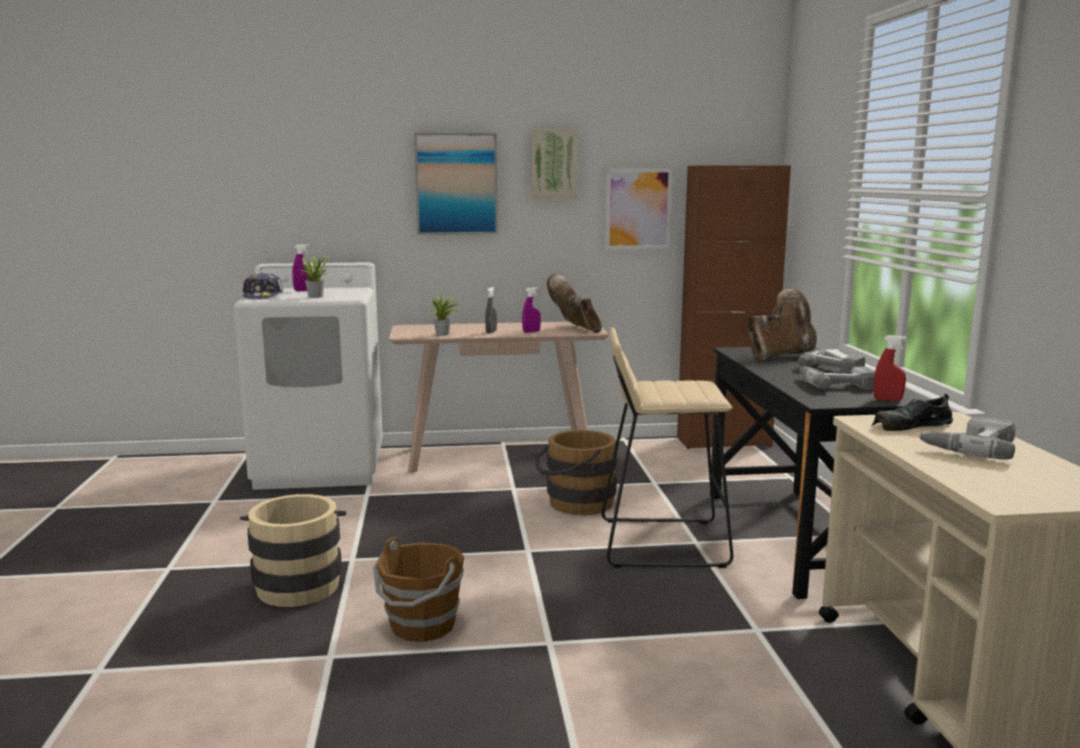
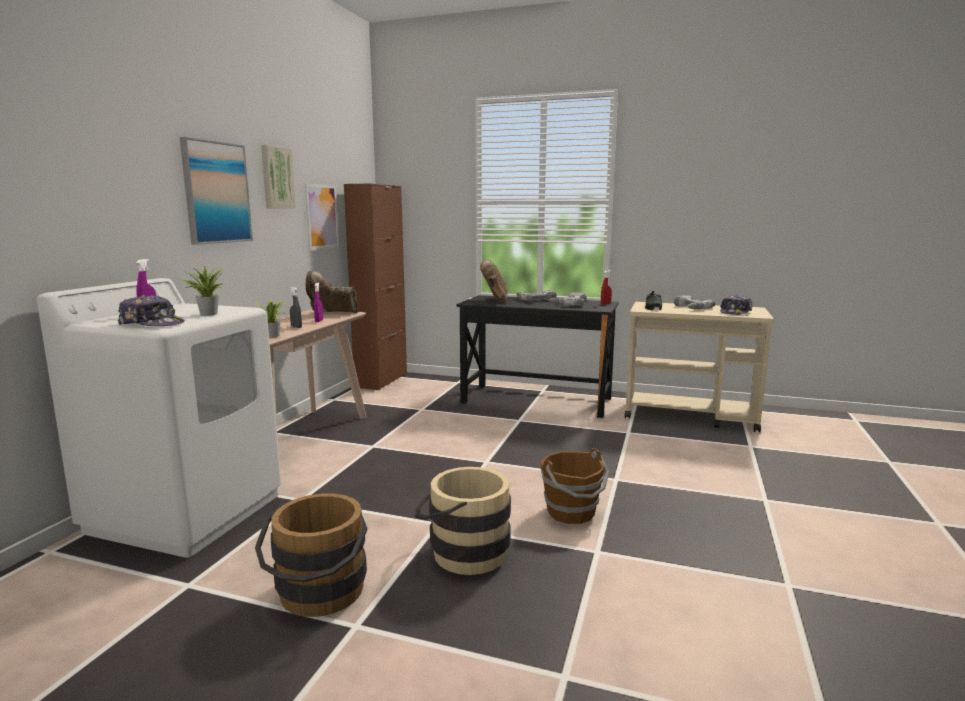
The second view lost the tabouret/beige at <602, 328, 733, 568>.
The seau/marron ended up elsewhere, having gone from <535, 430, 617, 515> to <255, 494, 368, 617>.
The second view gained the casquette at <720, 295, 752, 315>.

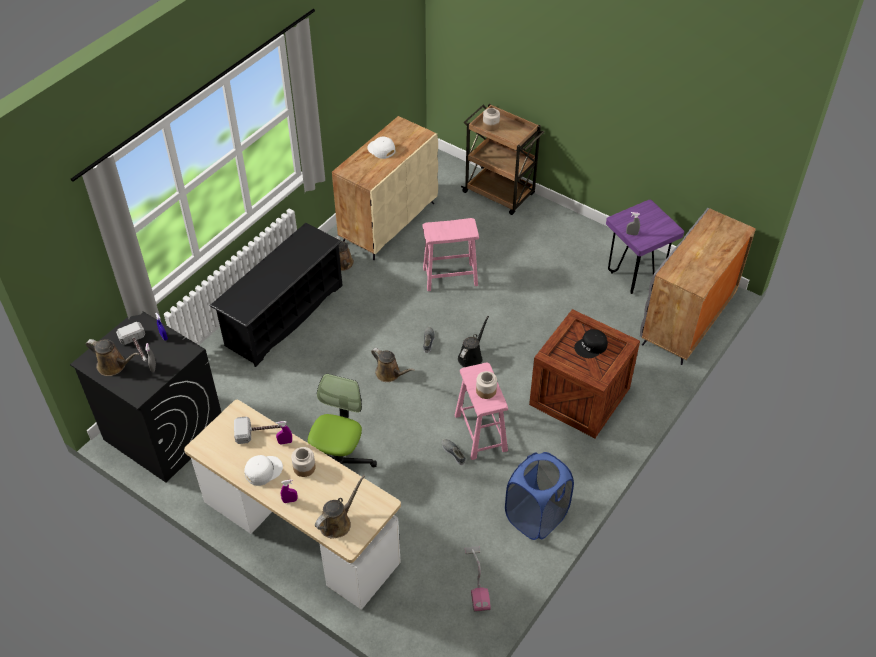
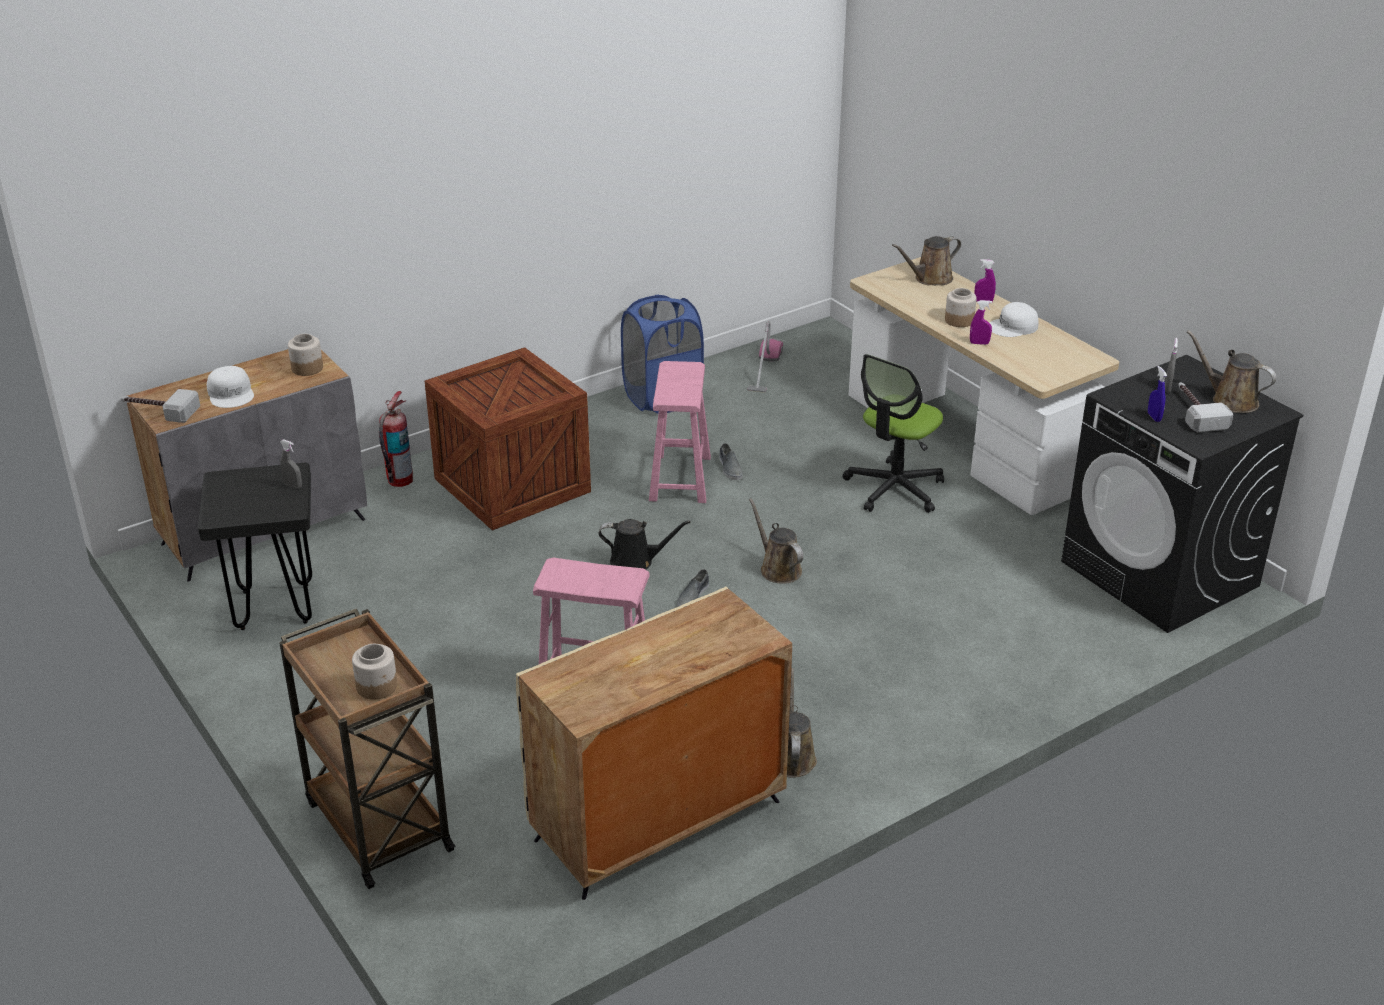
The casquette/blanc ended up elsewhere, having gone from <367, 136, 395, 159> to <207, 366, 254, 408>.
What was the tabouret/violet at <606, 200, 684, 294> turned into the tabouret/noir at <198, 463, 312, 630>.
The second view lost the étagère à chaussures/noir at <210, 223, 343, 367>.
The arrosoir/noir at <458, 316, 489, 367> ended up facing another way, 135 degrees counterclockwise from before.
The second view lost the casquette/noir at <574, 329, 608, 358>.
The bocal ended up elsewhere, having gone from <476, 371, 497, 399> to <288, 334, 323, 376>.
The marteau ended up elsewhere, having gone from <234, 417, 286, 444> to <121, 389, 200, 423>.
The second view gained the extincteur at <379, 391, 413, 487>.

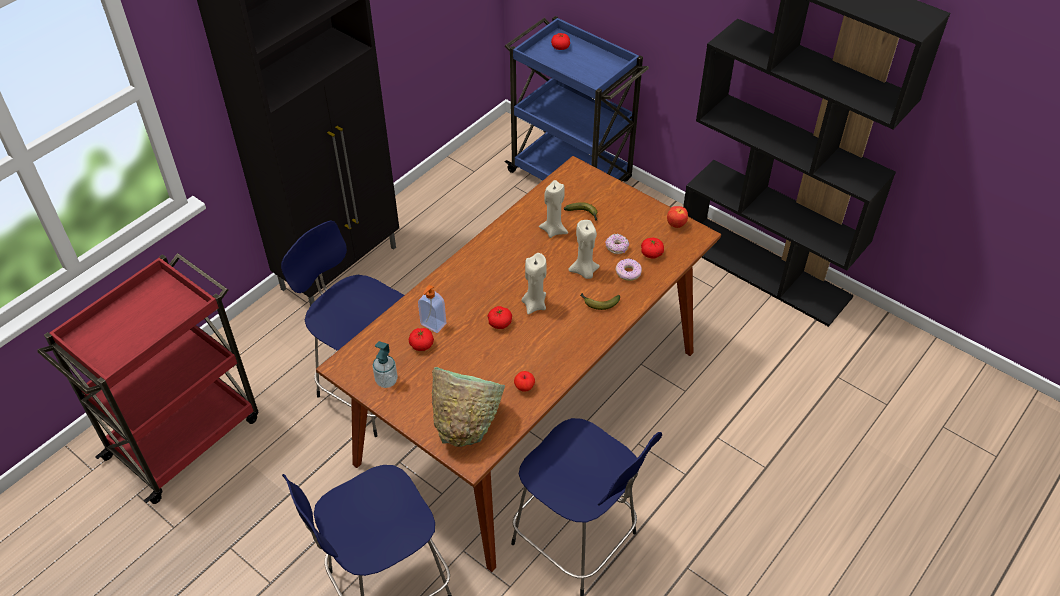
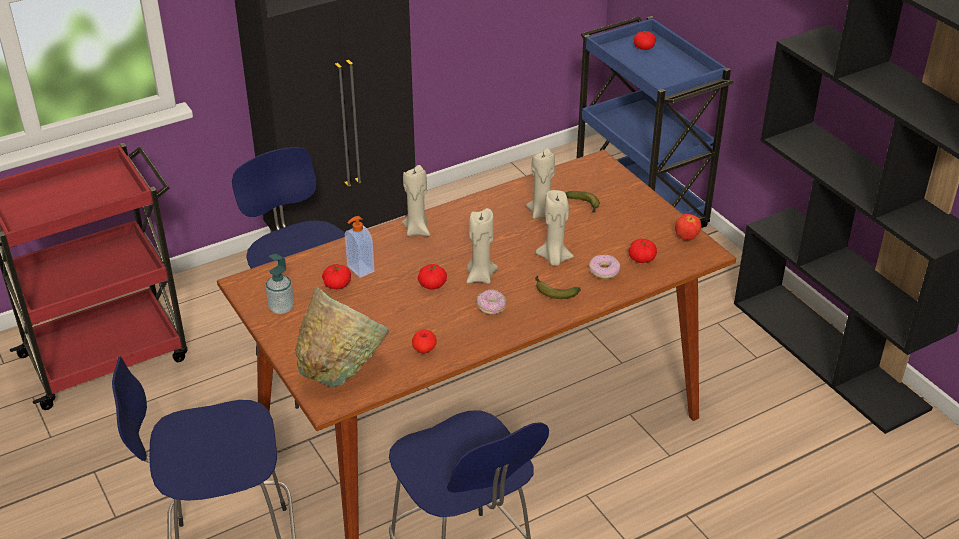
The beignet ended up elsewhere, having gone from <605, 234, 629, 254> to <476, 289, 506, 315>.
The second view gained the bougie/beige at <402, 165, 430, 236>.

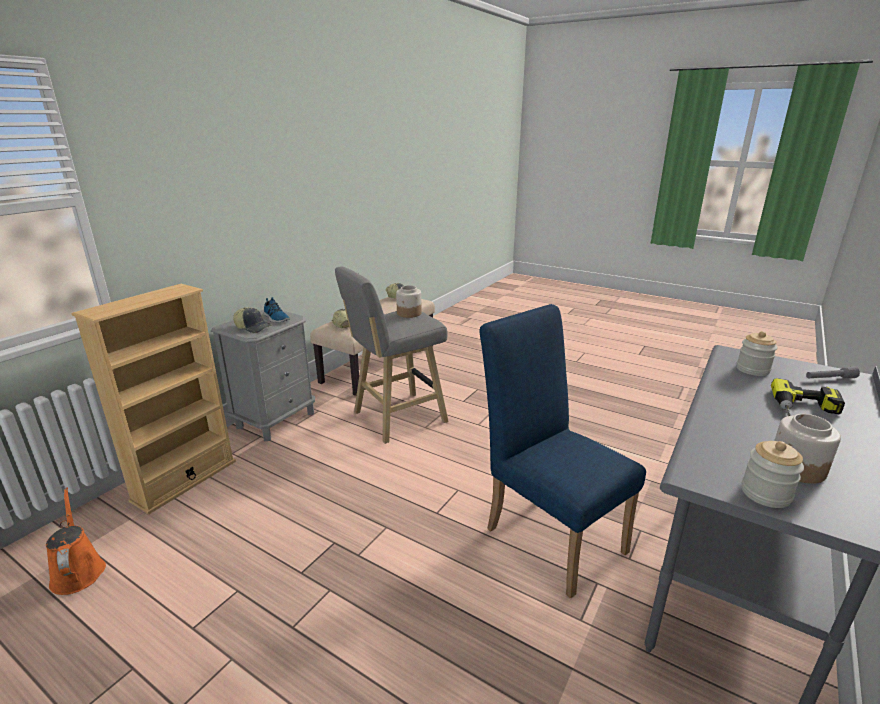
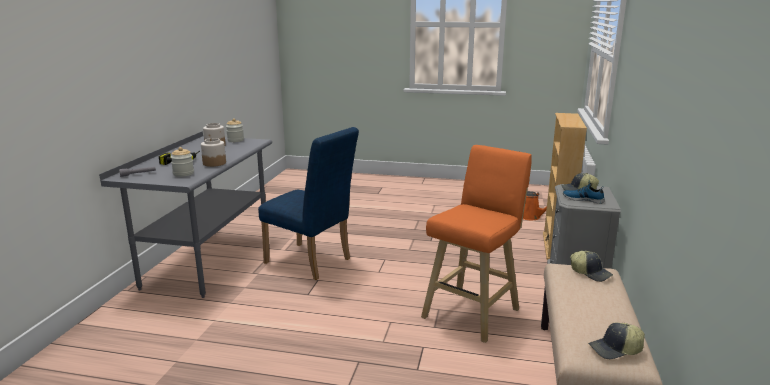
What was the tabouret/gris at <335, 267, 449, 444> turned into the tabouret/orange at <421, 145, 532, 343>.
The bocal ended up elsewhere, having gone from <396, 286, 422, 318> to <201, 138, 226, 167>.

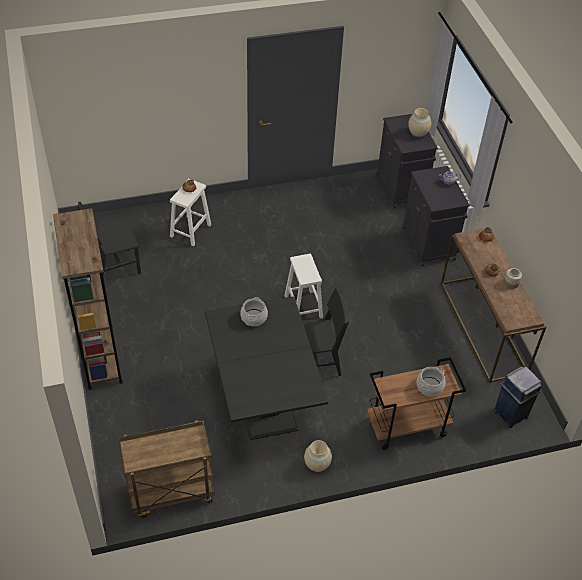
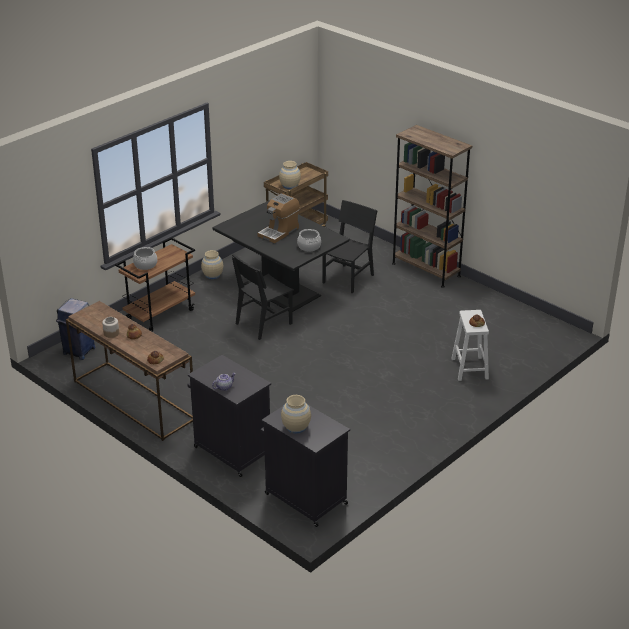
The chaise/noir ended up elsewhere, having gone from <77, 202, 141, 276> to <322, 200, 377, 293>.
The second view lost the tabouret/blanc at <284, 254, 323, 318>.
The second view gained the vase/beige at <279, 161, 301, 189>.
The second view gained the machine à café at <258, 194, 300, 243>.

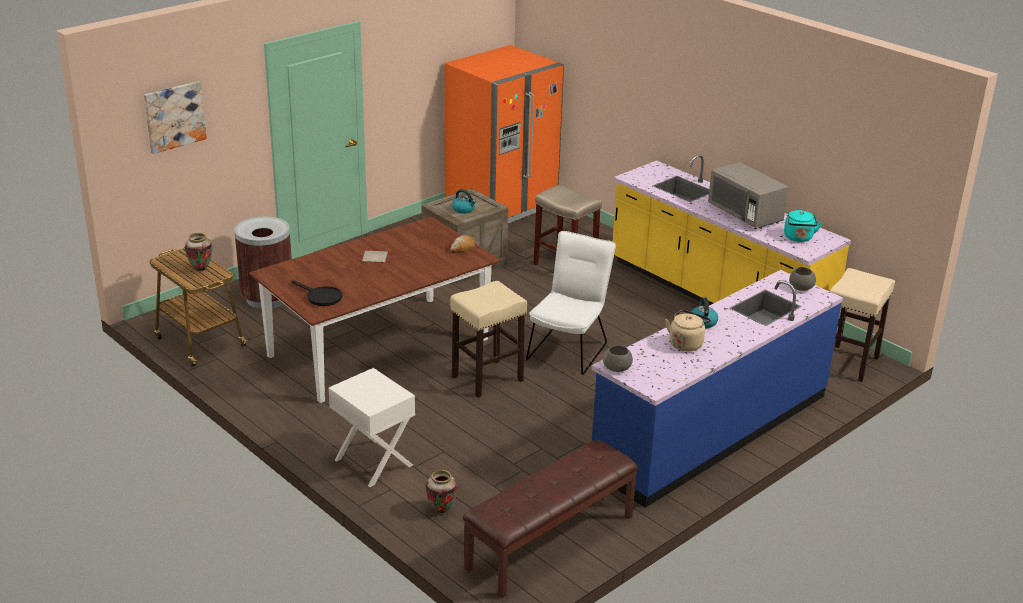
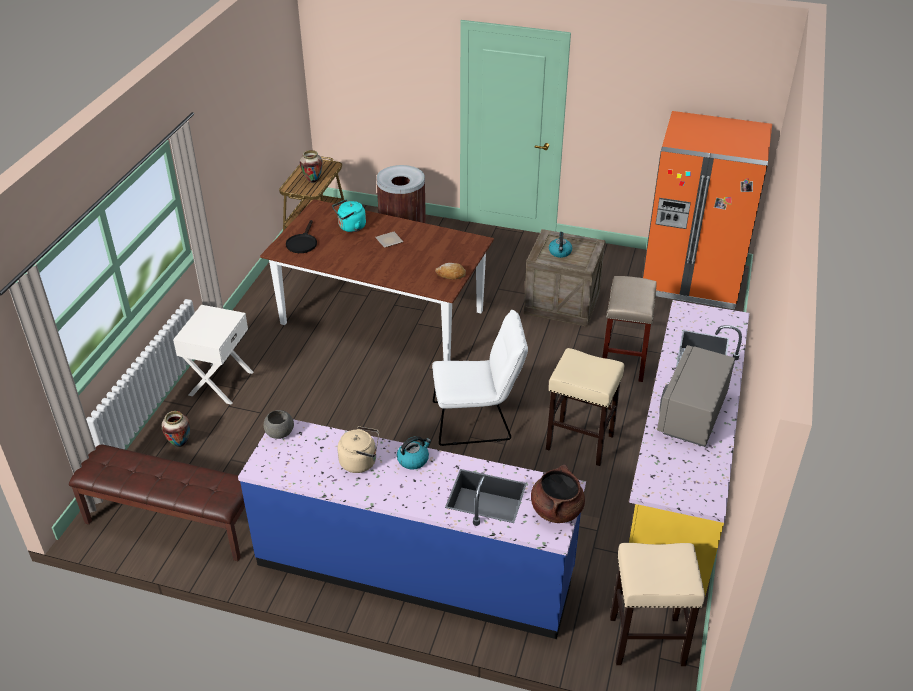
The second view lost the tableau at <144, 81, 207, 154>.
The bouilloire/turquoise ended up elsewhere, having gone from <784, 210, 822, 242> to <332, 199, 366, 232>.
Where the bol/gris stood at <789, 267, 816, 291>, the marmite/marron came to stand at <531, 464, 585, 523>.
The tabouret/beige ended up elsewhere, having gone from <450, 281, 527, 398> to <546, 348, 625, 466>.

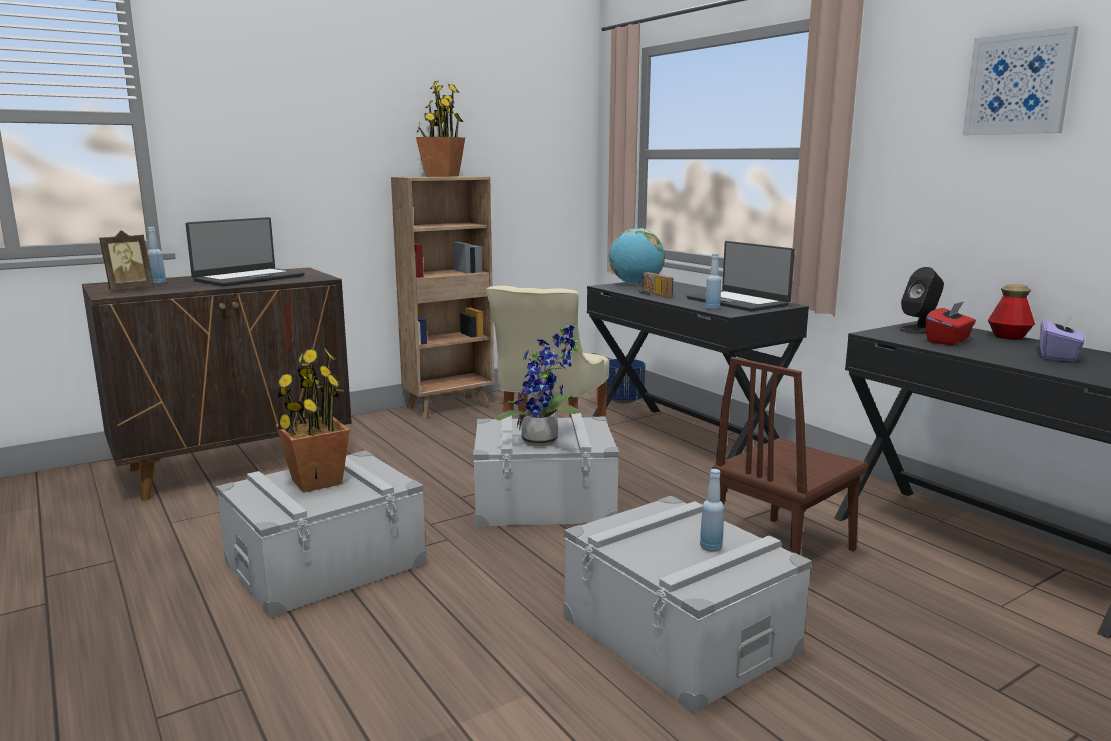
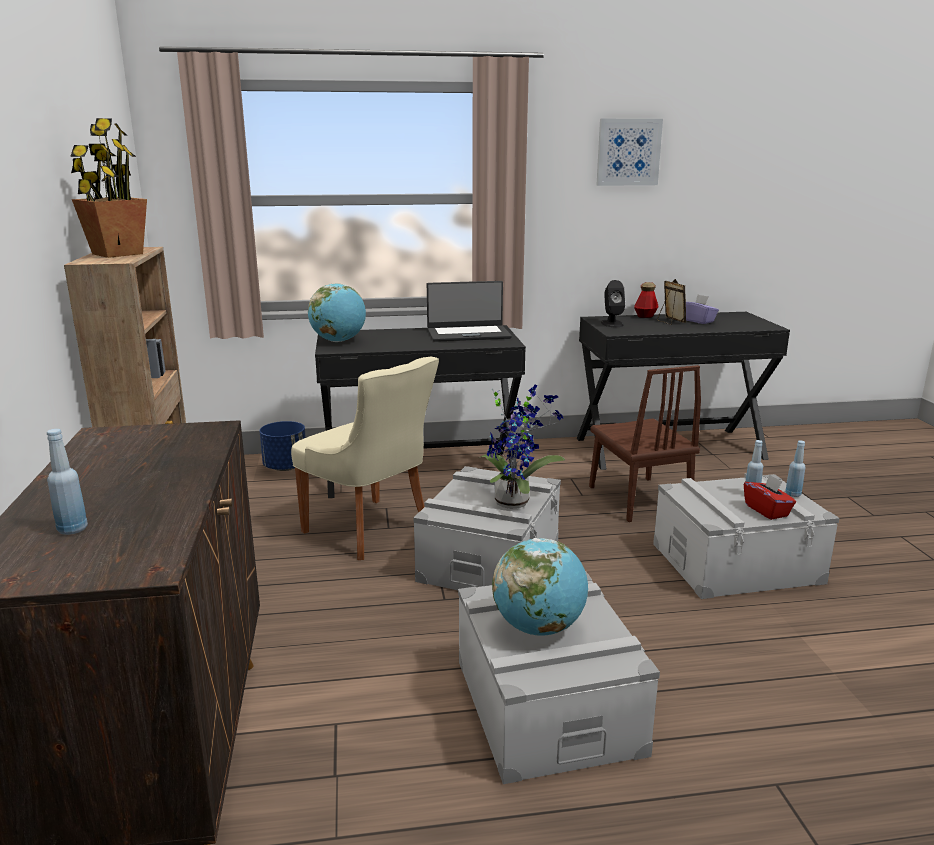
The second view lost the ordinateur portable at <186, 217, 304, 287>.
The cadre photo ended up elsewhere, having gone from <99, 230, 154, 290> to <657, 279, 686, 325>.
The bouteille/bleu ended up elsewhere, having gone from <705, 253, 721, 310> to <785, 440, 805, 497>.
The second view lost the radio at <638, 272, 673, 298>.
The boîte à mouchoirs/rouge ended up elsewhere, having gone from <926, 301, 976, 346> to <744, 474, 796, 520>.
Where the plante en pot stood at <275, 348, 350, 493>, the globe came to stand at <492, 538, 588, 636>.

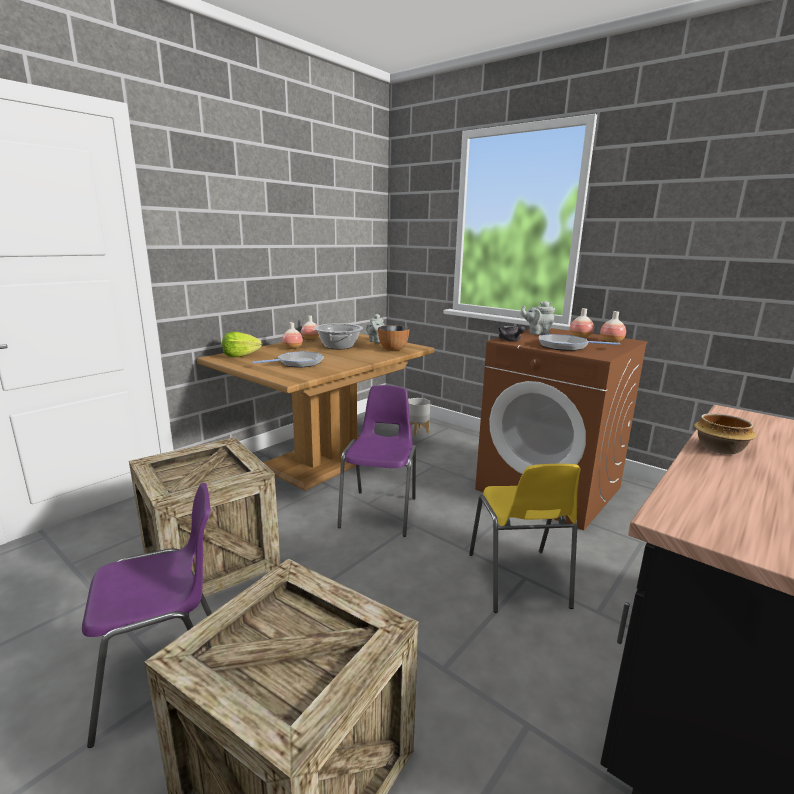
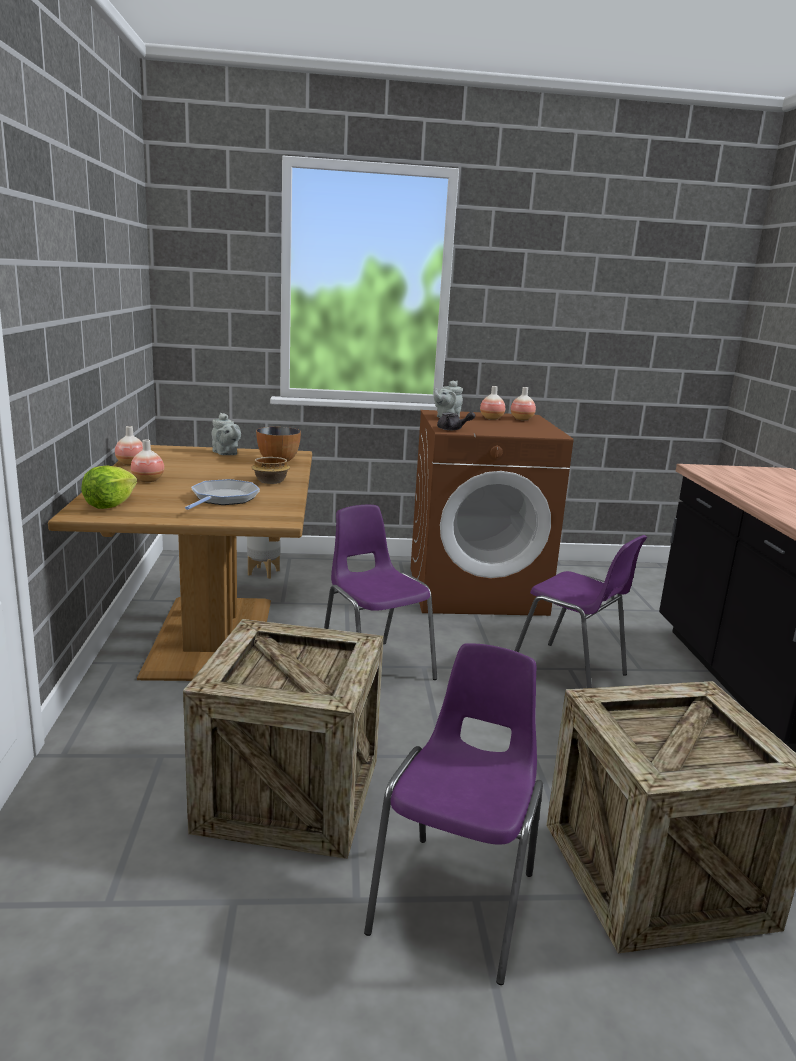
The second view lost the marmite at <314, 323, 363, 349>.
The second view lost the poêle at <539, 334, 620, 351>.
The bol ended up elsewhere, having gone from <694, 413, 757, 454> to <251, 457, 290, 484>.
What was the chaise/jaune at <469, 464, 581, 613> turned into the chaise/violet at <514, 535, 647, 688>.

